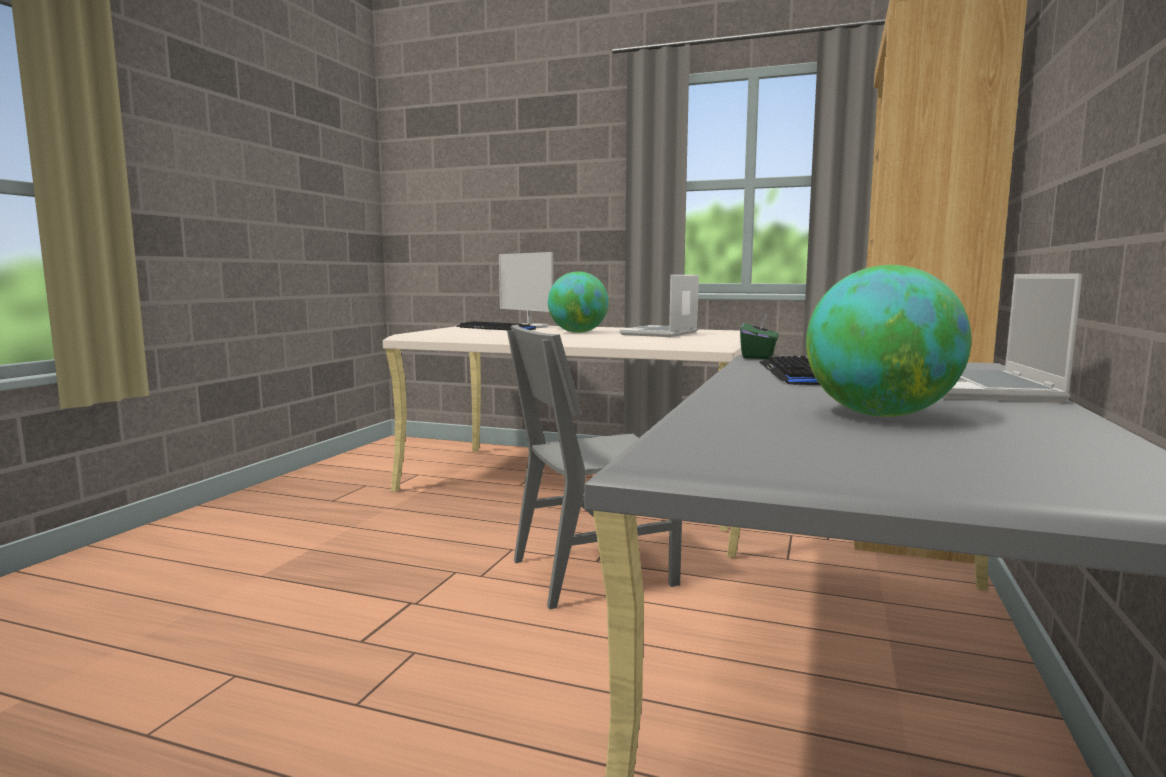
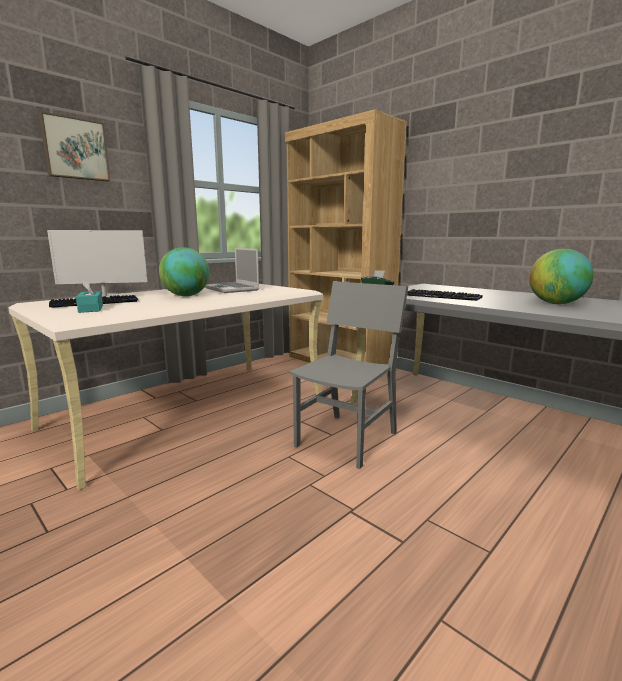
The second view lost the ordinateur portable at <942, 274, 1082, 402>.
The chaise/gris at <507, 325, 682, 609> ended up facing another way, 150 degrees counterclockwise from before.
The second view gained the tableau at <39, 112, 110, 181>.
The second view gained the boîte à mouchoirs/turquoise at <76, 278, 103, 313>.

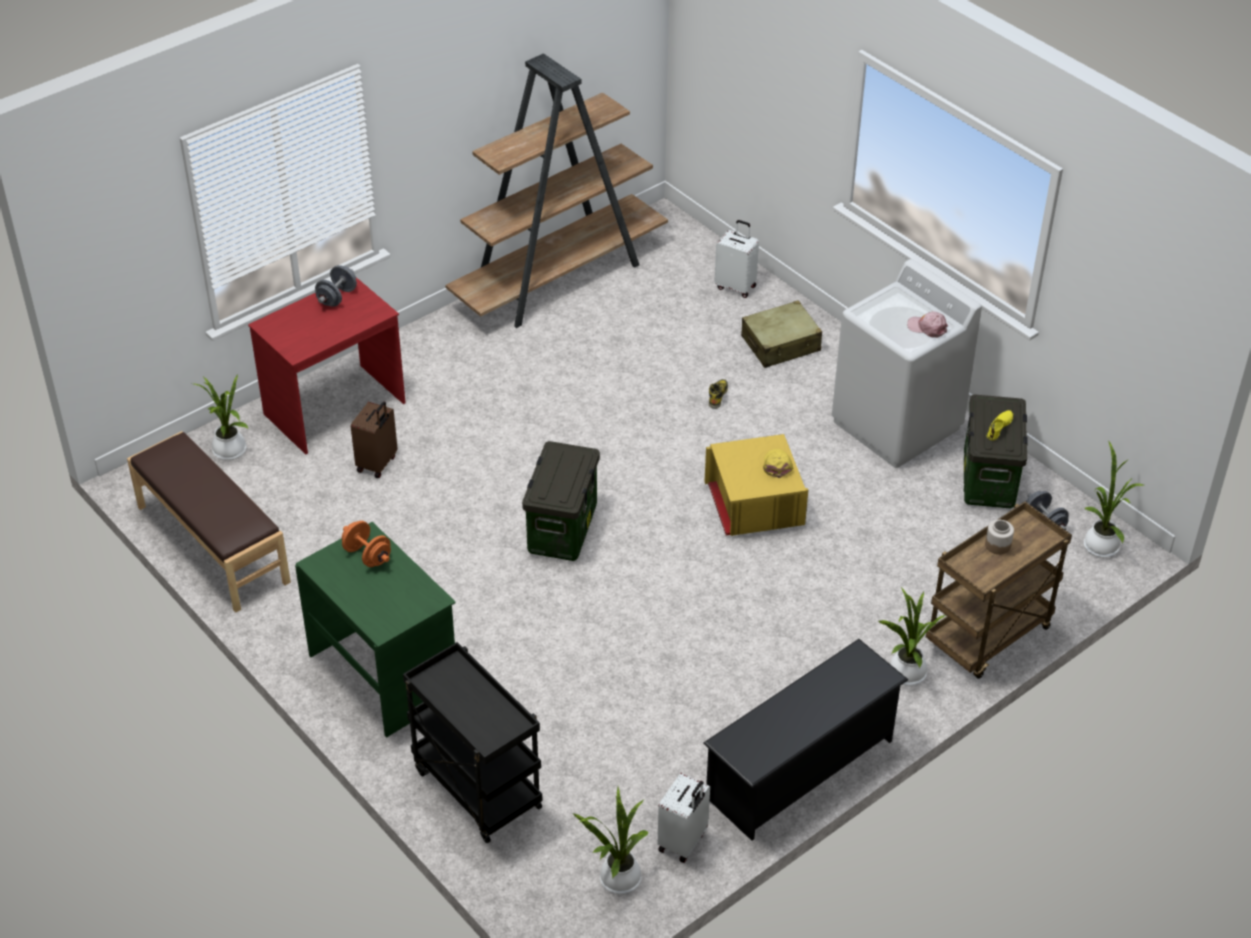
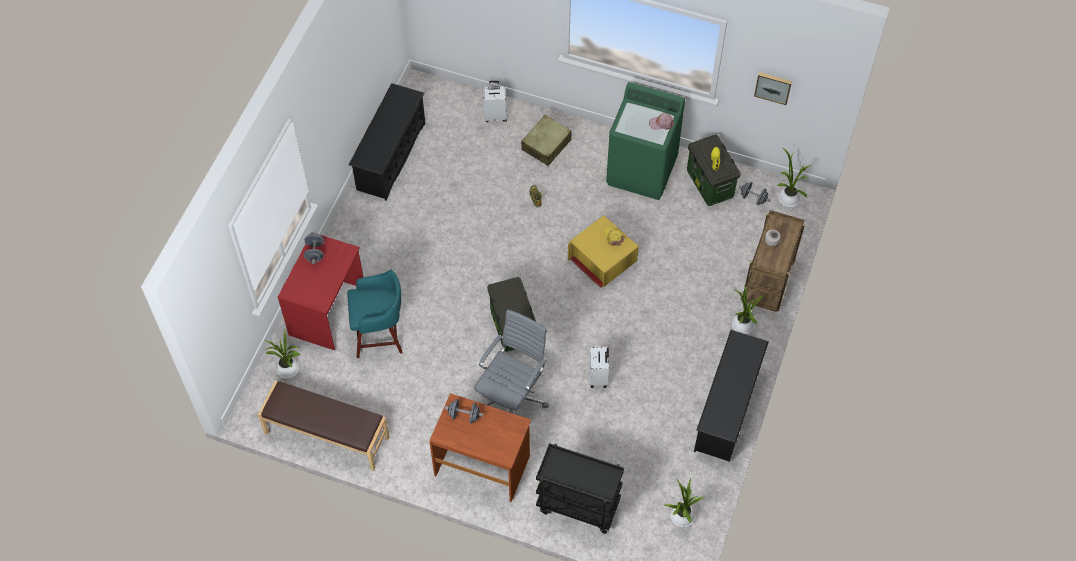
Where the bibliothèque/marron stood at <445, 53, 668, 328>, the étagère à chaussures/noir came to stand at <349, 83, 425, 201>.
What was the lave-linge/blanc at <832, 259, 982, 468> turned into the lave-linge/vert at <606, 82, 685, 200>.
Where the valise/marron stood at <351, 401, 397, 478>, the tabouret/turquoise came to stand at <347, 270, 403, 358>.
What was the haltère/orange at <342, 521, 391, 567> turned into the haltère/gris at <445, 399, 483, 424>.
What was the bureau/vert at <295, 522, 456, 737> turned into the bureau/marron at <429, 393, 531, 502>.
The valise/blanc ended up elsewhere, having gone from <658, 773, 710, 863> to <589, 347, 609, 388>.
The second view gained the tableau at <754, 72, 792, 105>.
The second view gained the chaise de bureau/gris at <474, 310, 549, 414>.

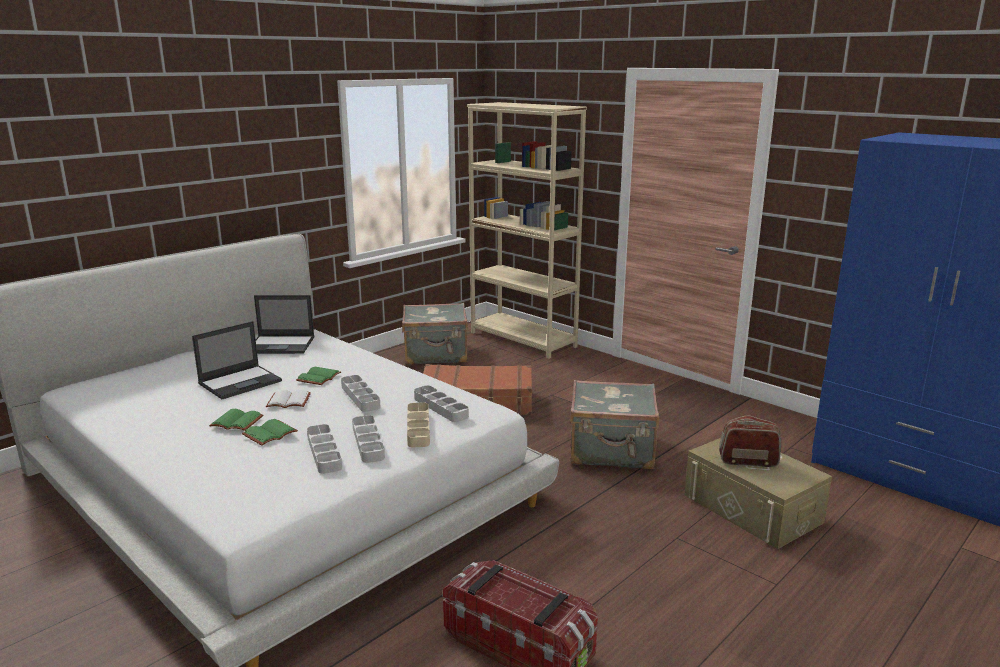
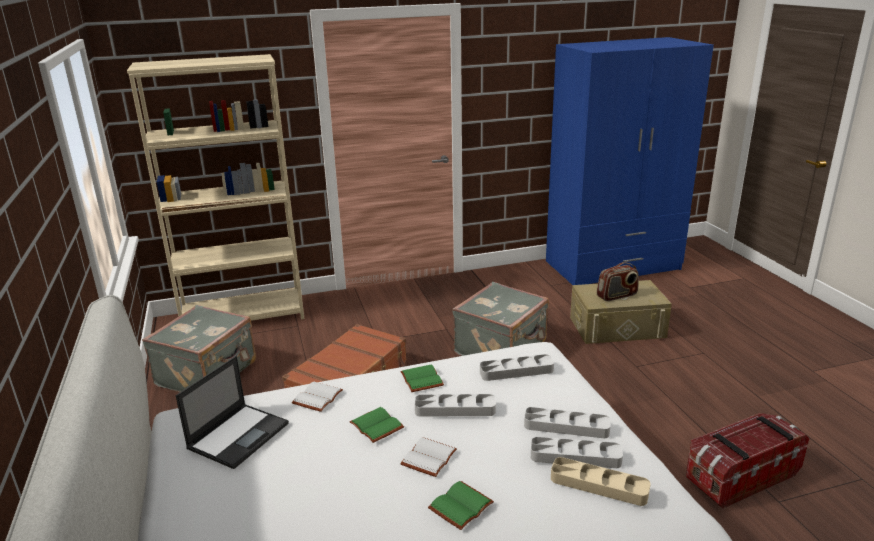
The second view lost the ordinateur portable at <192, 321, 282, 399>.
The plateau/beige ended up elsewhere, having gone from <407, 402, 430, 447> to <551, 457, 651, 506>.
The radio at <719, 416, 781, 467> ended up facing another way, 150 degrees counterclockwise from before.
The livre/vert ended up elsewhere, having gone from <242, 419, 298, 445> to <400, 364, 444, 392>.
The second view gained the livre/blanc at <292, 381, 343, 412>.

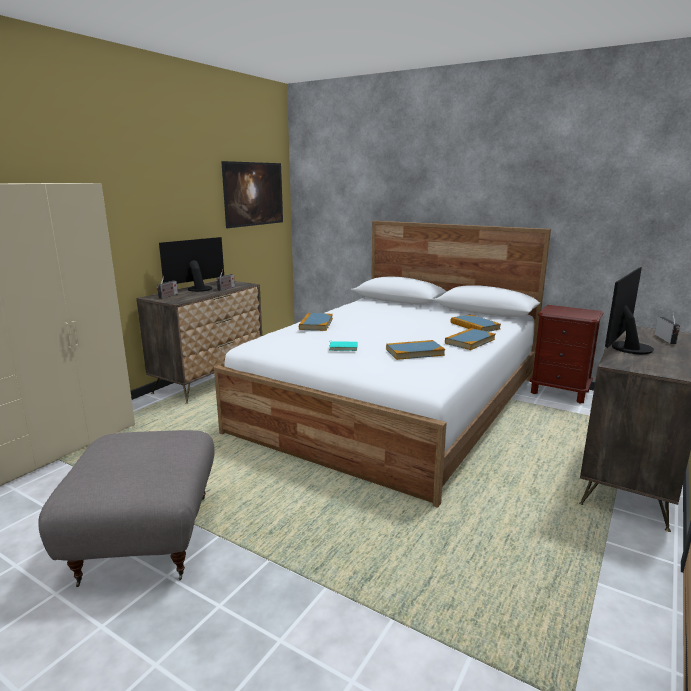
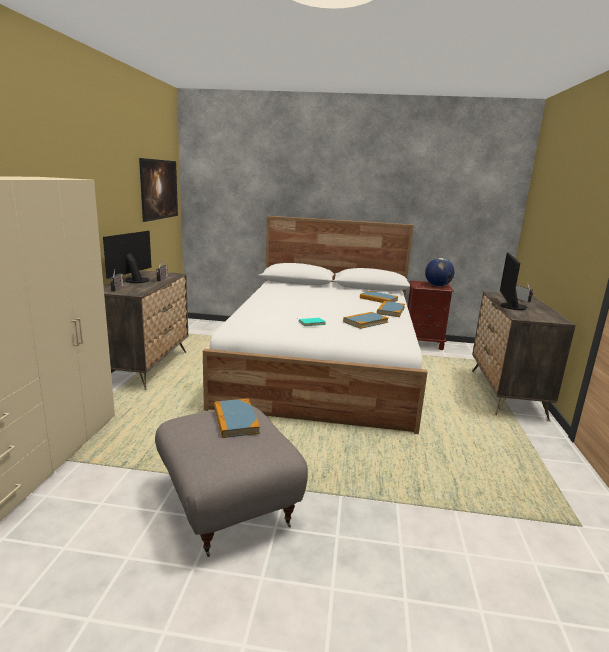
The livre ended up elsewhere, having gone from <299, 313, 333, 331> to <214, 399, 260, 438>.
The second view gained the globe at <425, 258, 454, 286>.

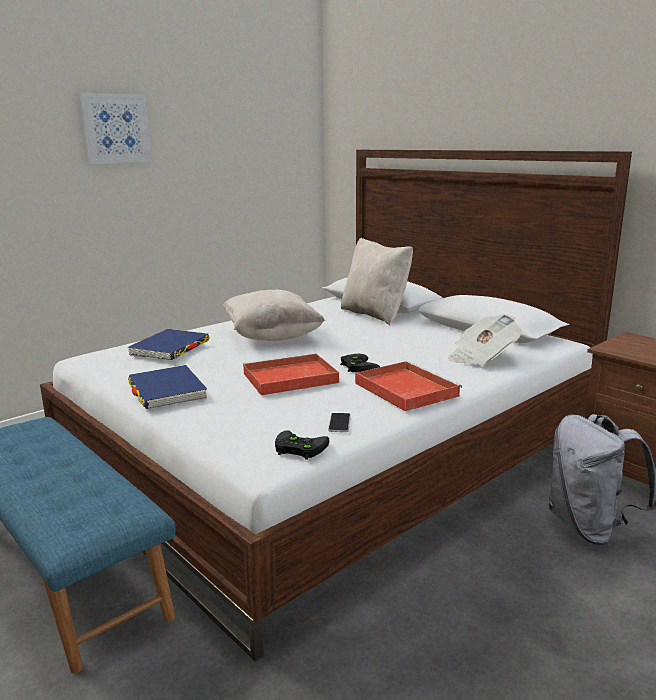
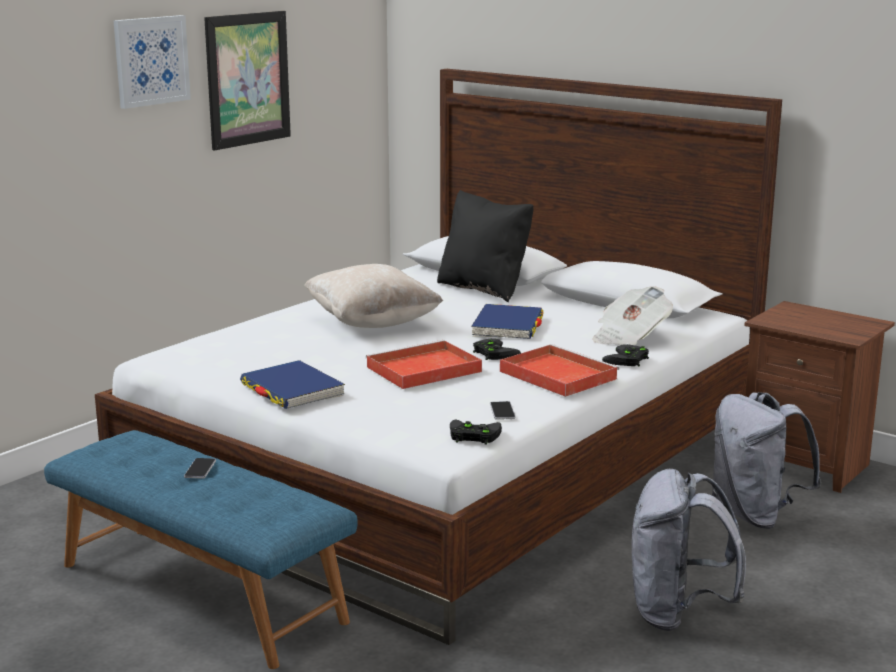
What was the coussin/beige at <341, 238, 413, 325> turned into the coussin/noir at <437, 190, 533, 302>.
The livre/bleu ended up elsewhere, having gone from <128, 329, 210, 360> to <471, 304, 544, 339>.
The second view gained the tableau at <204, 11, 291, 151>.
The second view gained the manette/noir at <602, 344, 649, 366>.
The second view gained the téléphone at <184, 458, 216, 479>.
The second view gained the sac à dos/gris at <632, 469, 746, 631>.

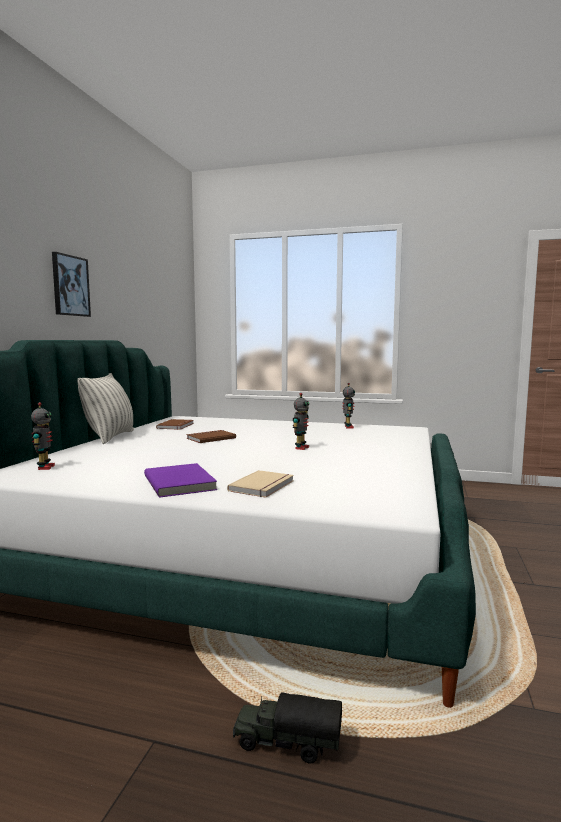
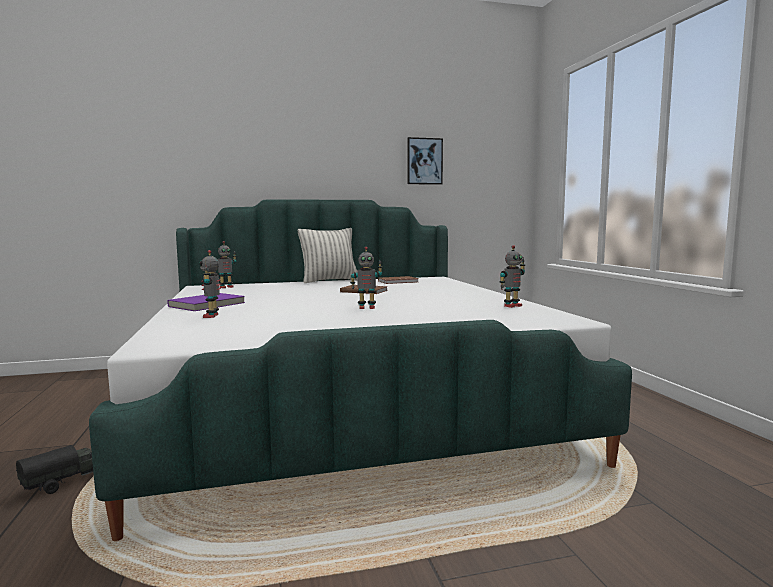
The tableau ended up elsewhere, having gone from <52, 252, 91, 317> to <407, 137, 443, 185>.
Where the livre/beige stood at <227, 470, 294, 497>, the robot jouet came to stand at <200, 250, 221, 318>.
The camion jouet at <233, 692, 342, 764> ended up facing another way, 60 degrees clockwise from before.

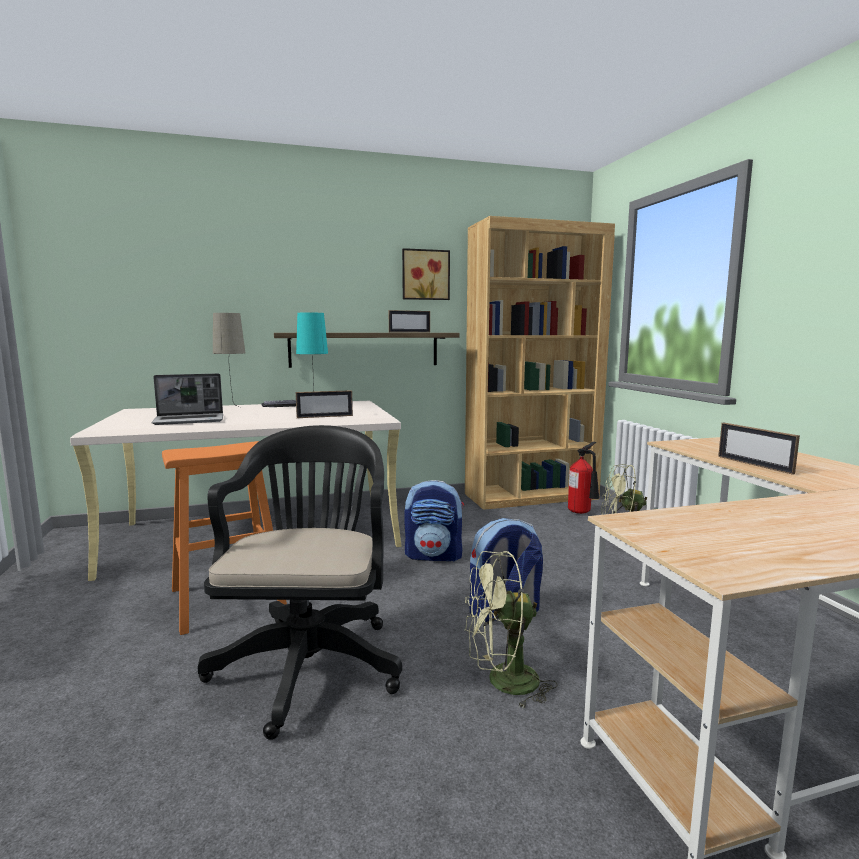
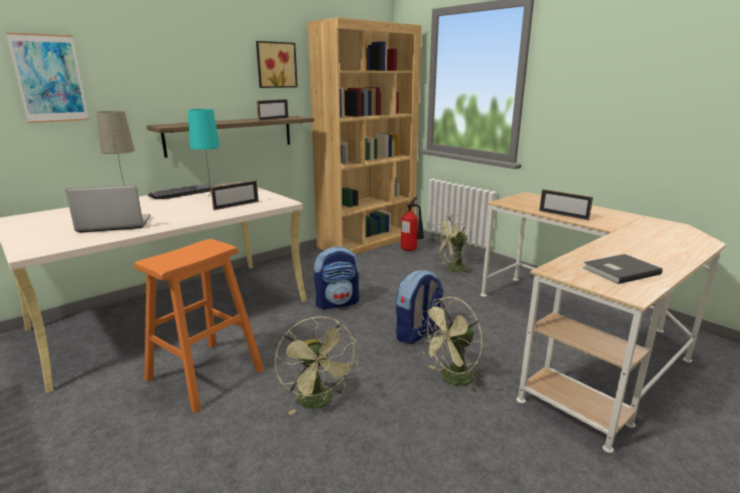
The ordinateur portable at <151, 373, 223, 425> ended up facing another way, 150 degrees counterclockwise from before.
Where the chaise de bureau/noir stood at <198, 425, 402, 740>, the ventilateur/vert came to stand at <275, 317, 358, 415>.
The second view gained the tableau at <6, 32, 89, 123>.
The second view gained the livre/gris at <583, 254, 663, 284>.

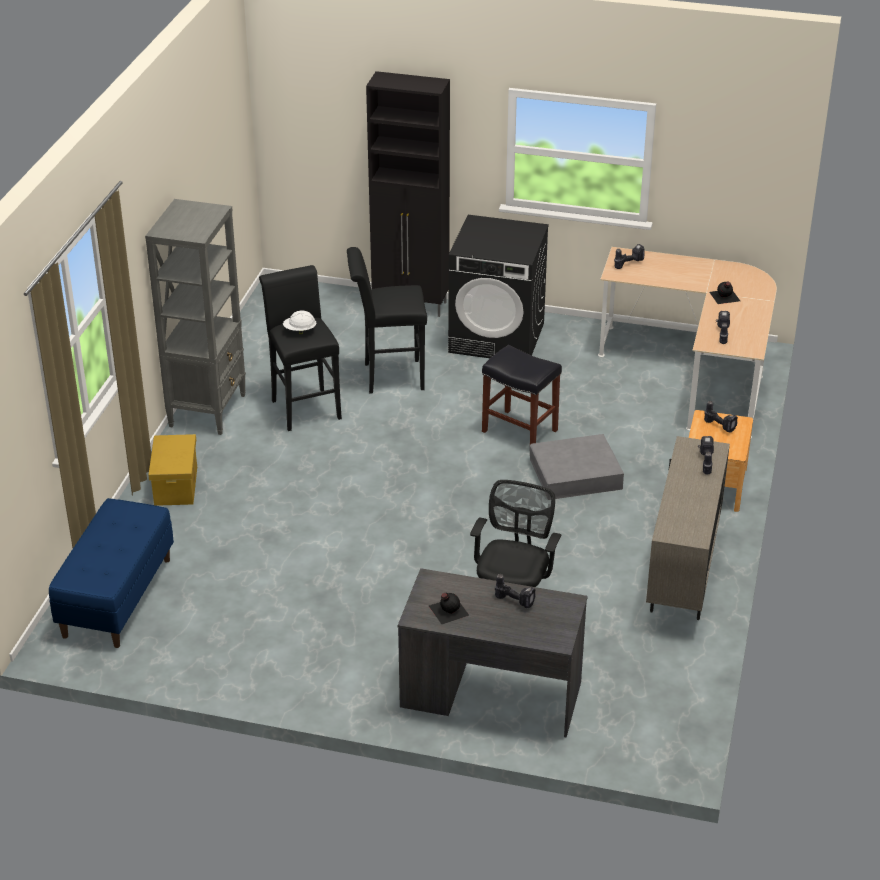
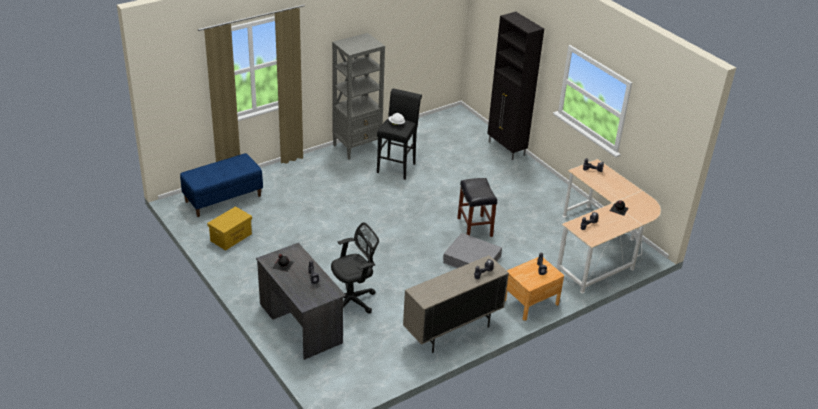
The second view lost the lave-linge/noir at <448, 215, 549, 358>.
The second view lost the tabouret/noir at <347, 247, 427, 394>.
The boîte de rangement/jaune ended up elsewhere, having gone from <148, 434, 197, 506> to <207, 206, 252, 251>.

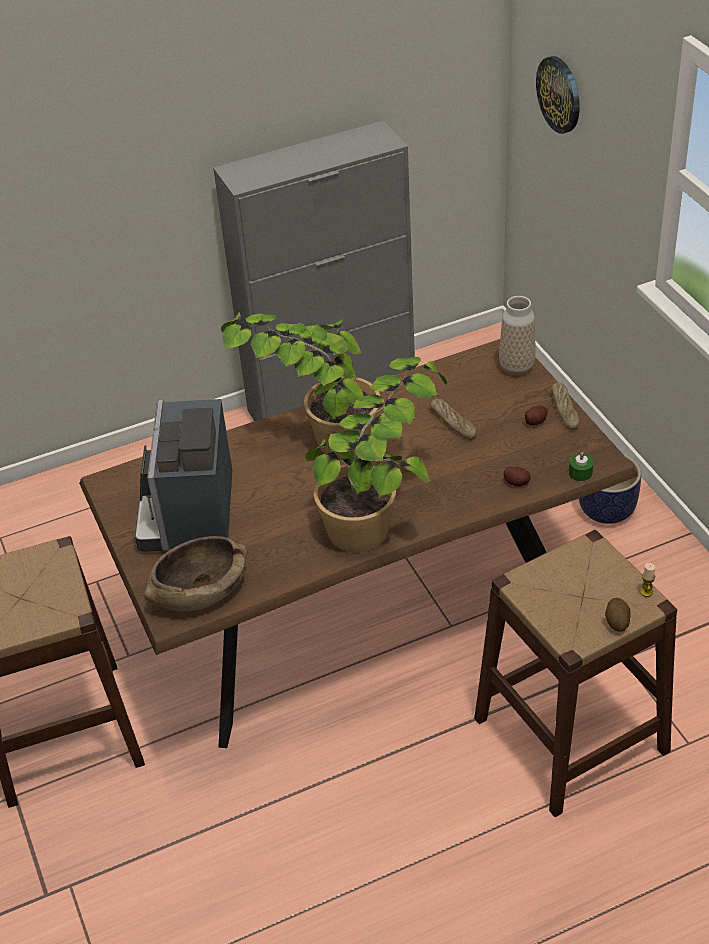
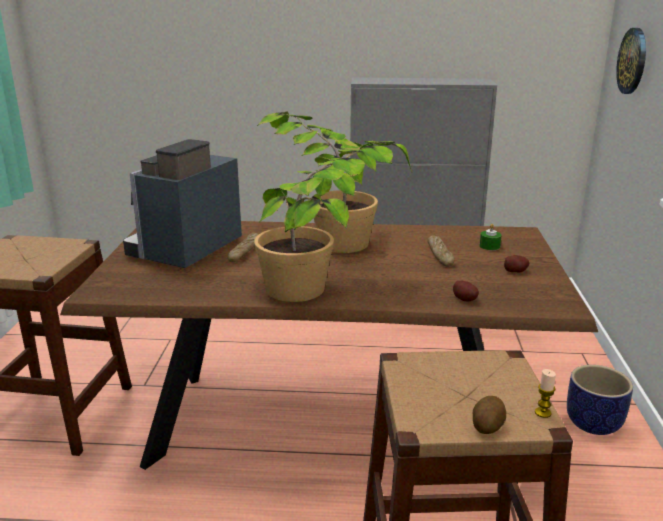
The second view lost the vase at <499, 296, 536, 375>.
The pain ended up elsewhere, having gone from <551, 383, 580, 430> to <228, 233, 259, 262>.
The bougie/vert ended up elsewhere, having gone from <569, 452, 593, 481> to <480, 224, 501, 250>.
The second view lost the bol/marron at <144, 536, 248, 611>.

